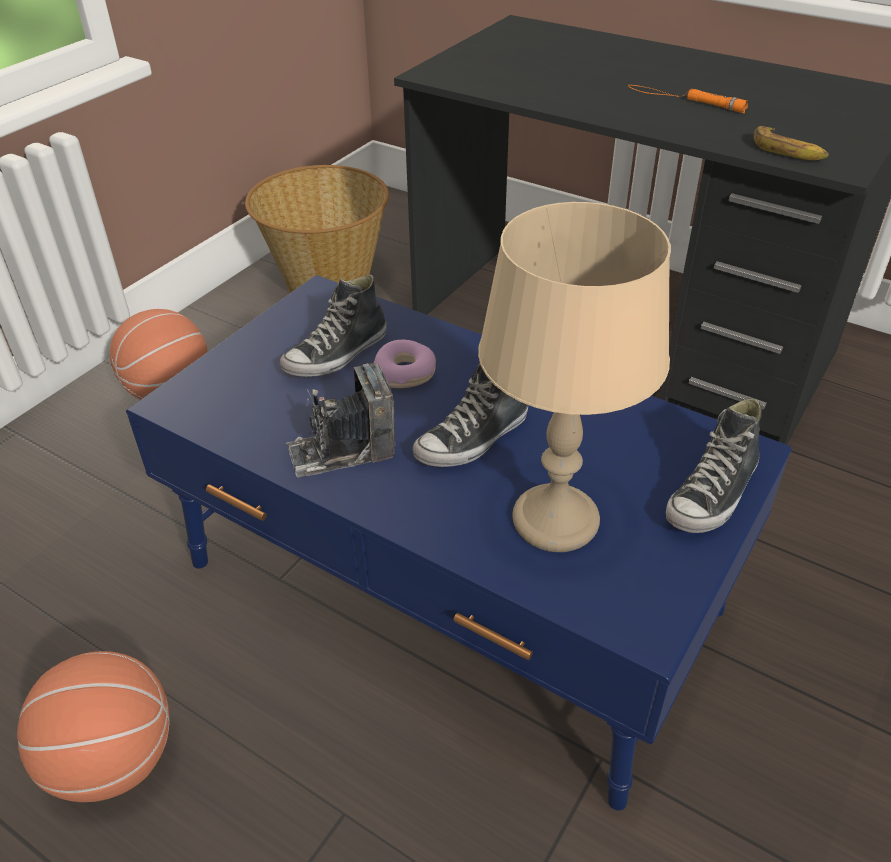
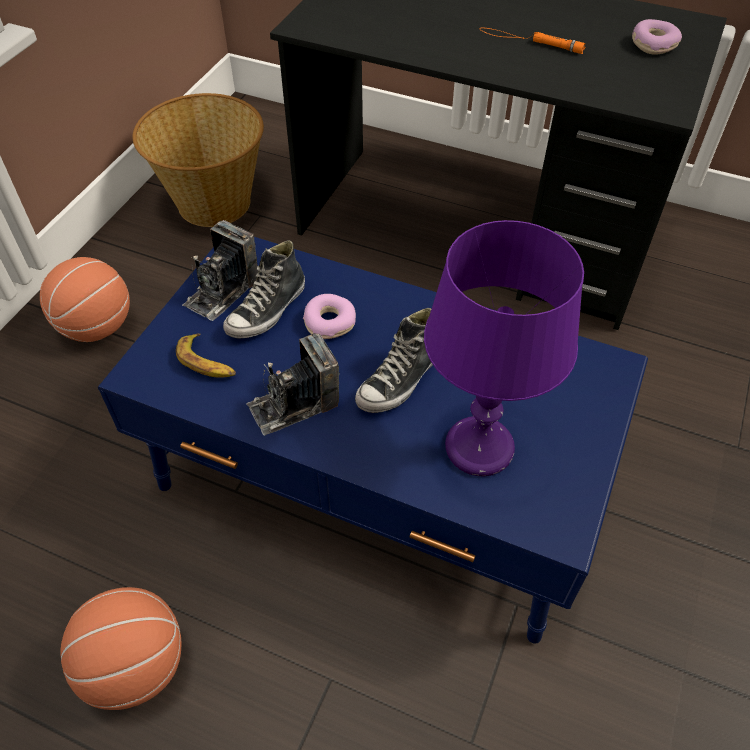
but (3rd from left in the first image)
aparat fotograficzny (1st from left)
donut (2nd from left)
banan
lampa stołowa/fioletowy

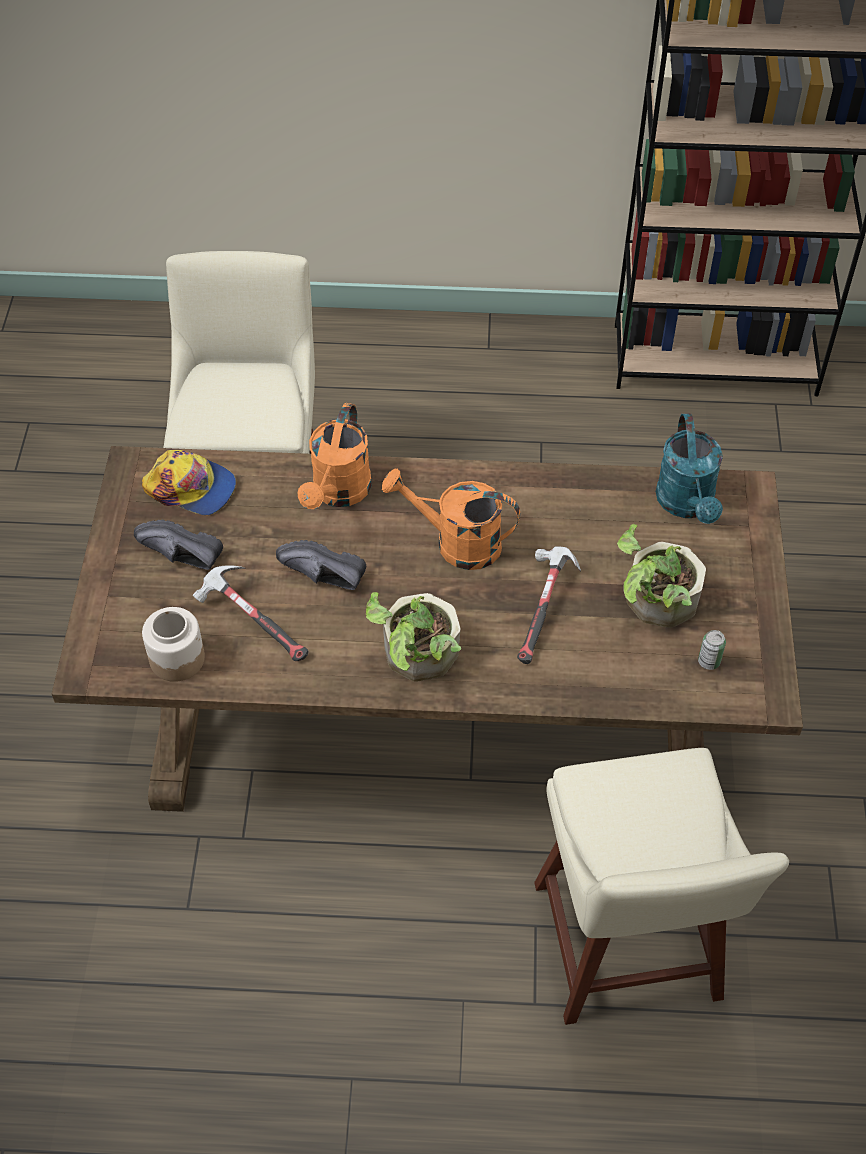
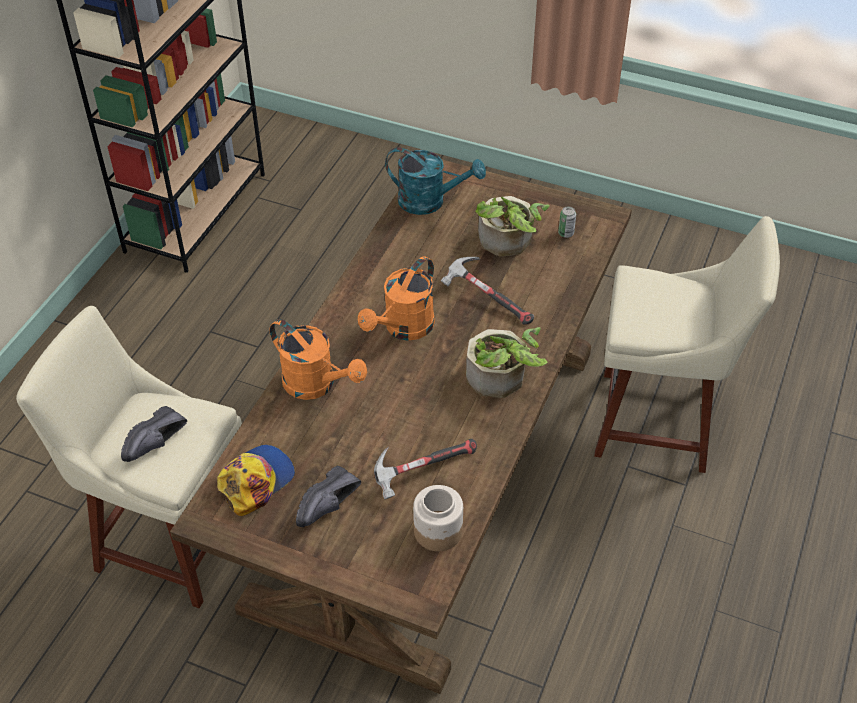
but/czarny (1st from left)

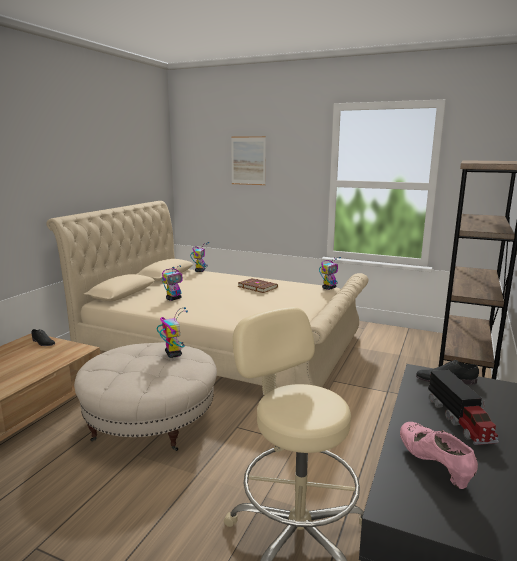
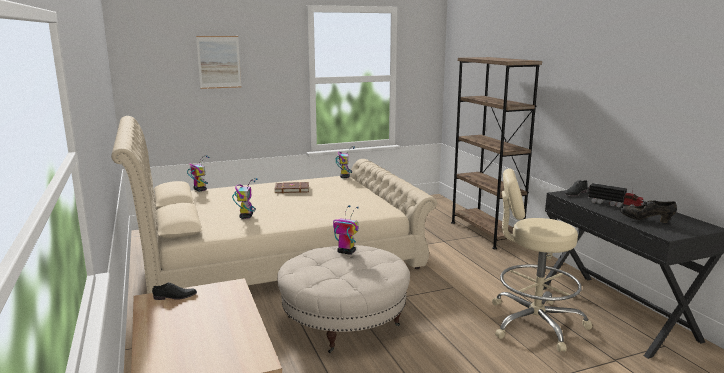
but/czarny (3rd from left)

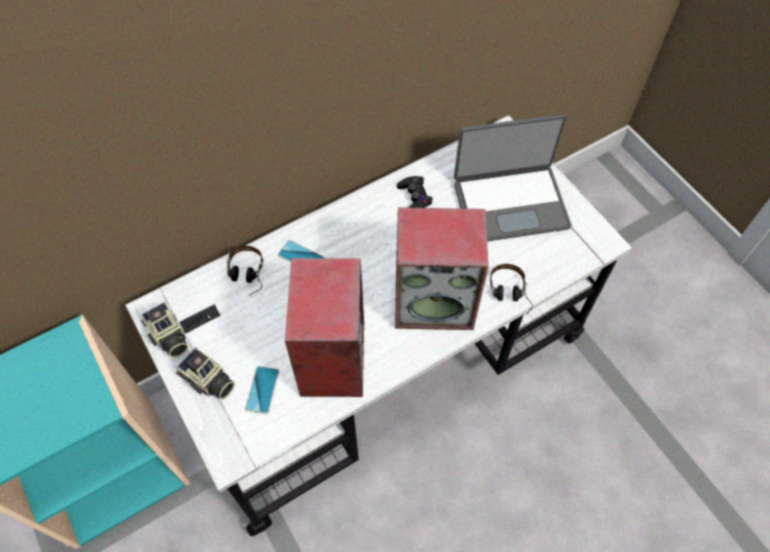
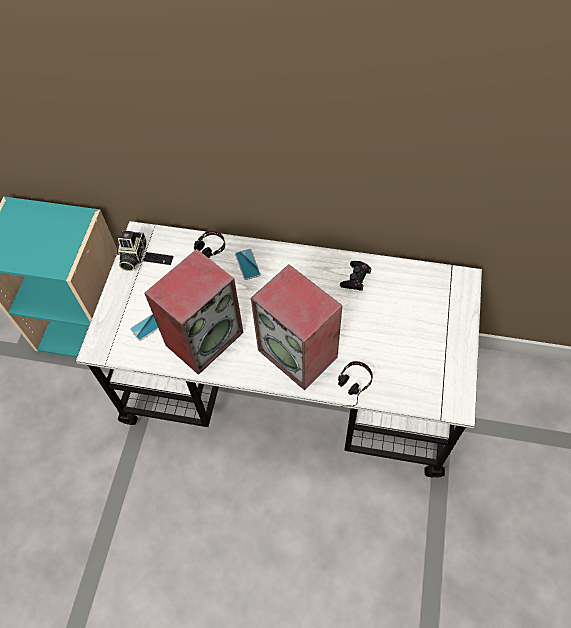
aparat fotograficzny (2nd from left in the first image)
laptop

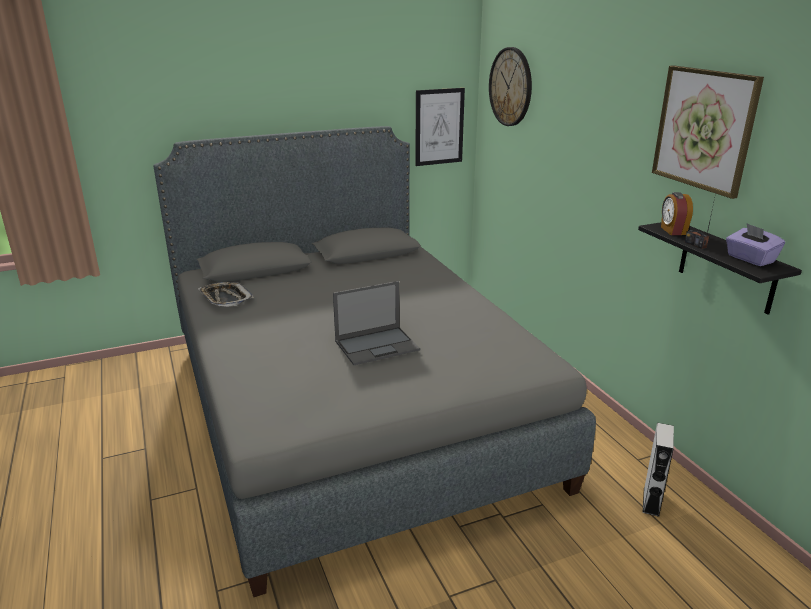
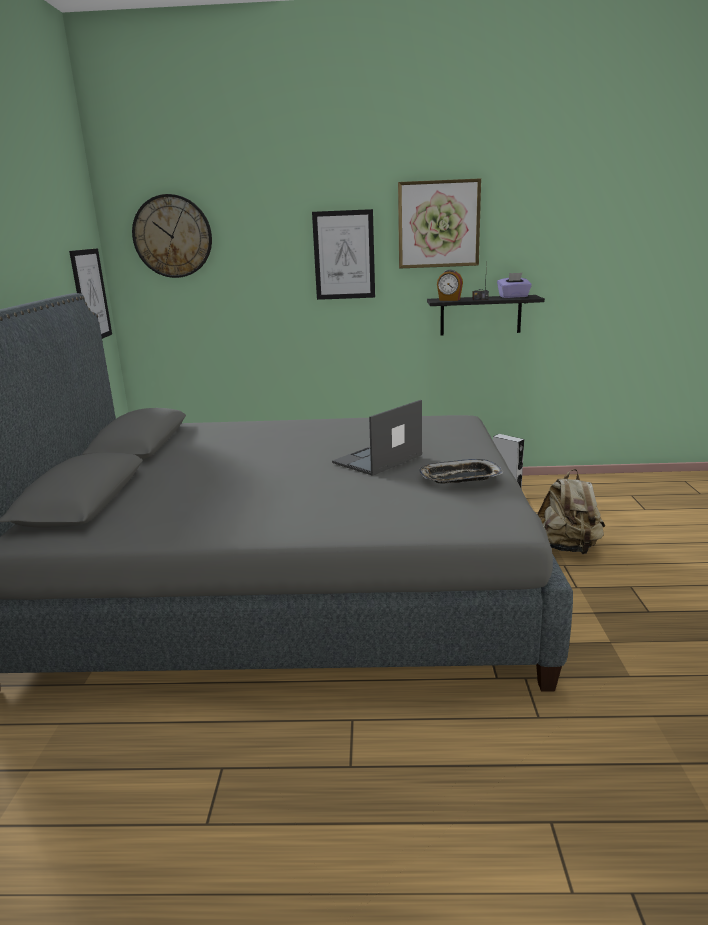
obraz (2nd from left)
plecak/beżowy
taca
laptop

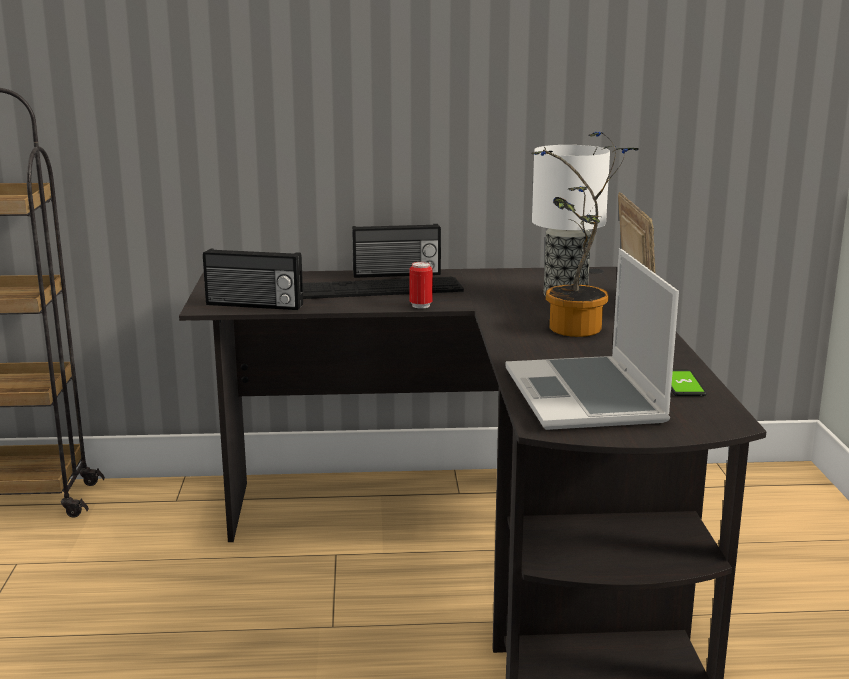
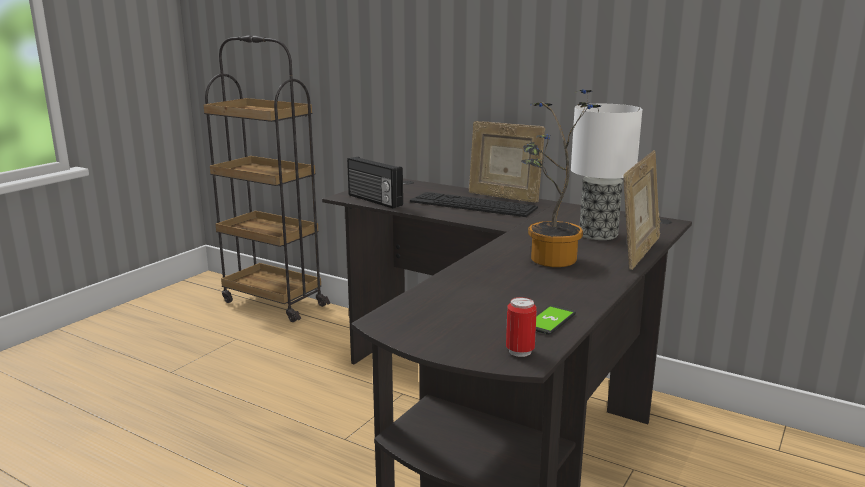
laptop
puszka
ramka na zdjęcie (1st from left)

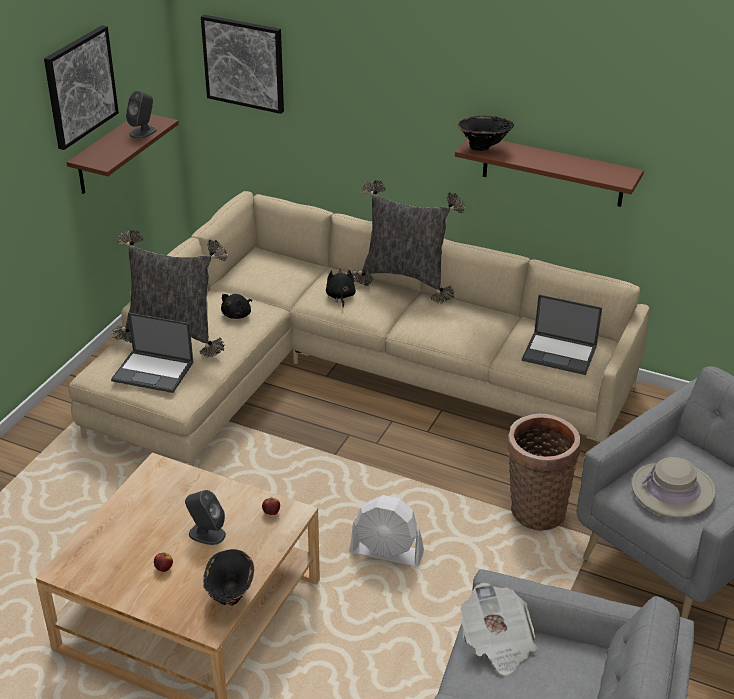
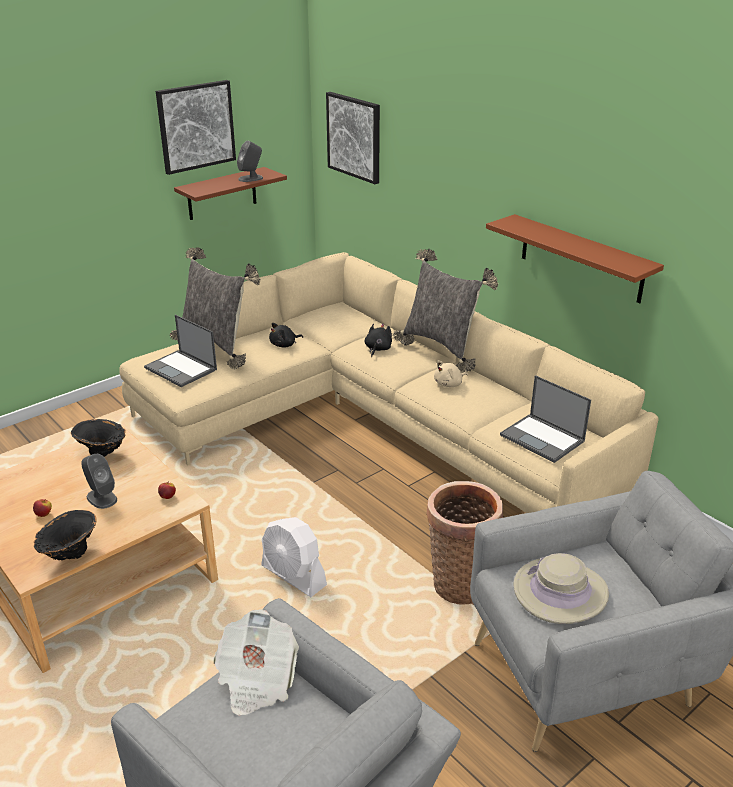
pluszak/beżowy
wazon/czarny (2nd from left)

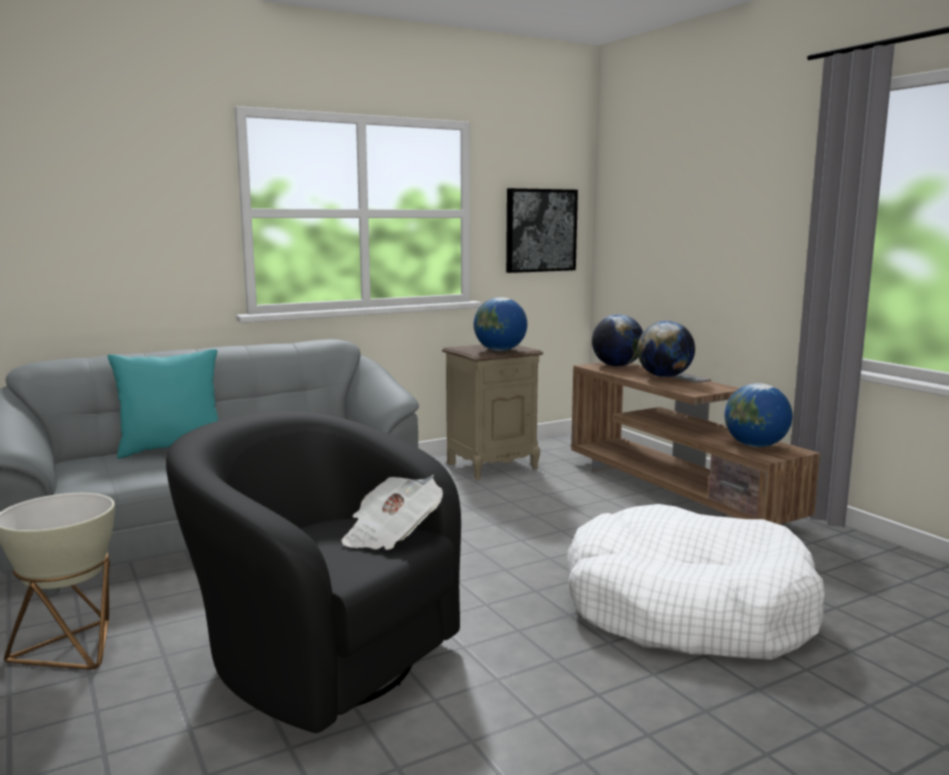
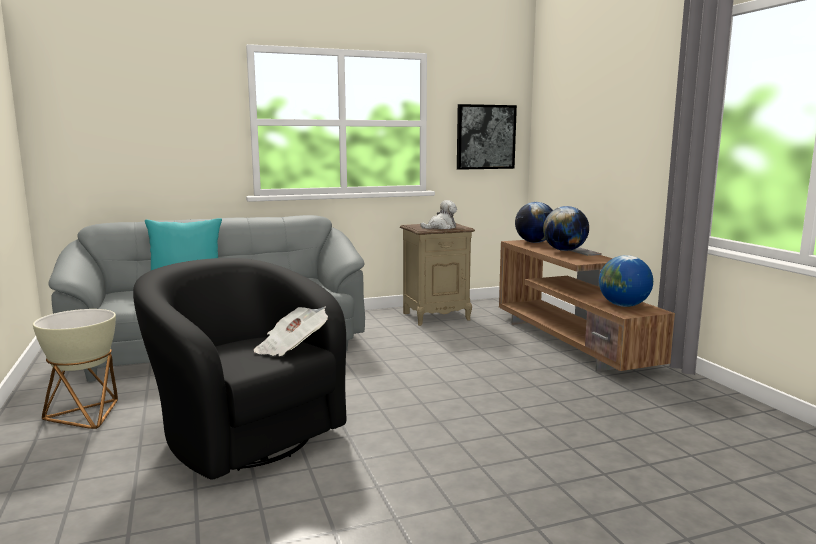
legowisko/biały
pluszak

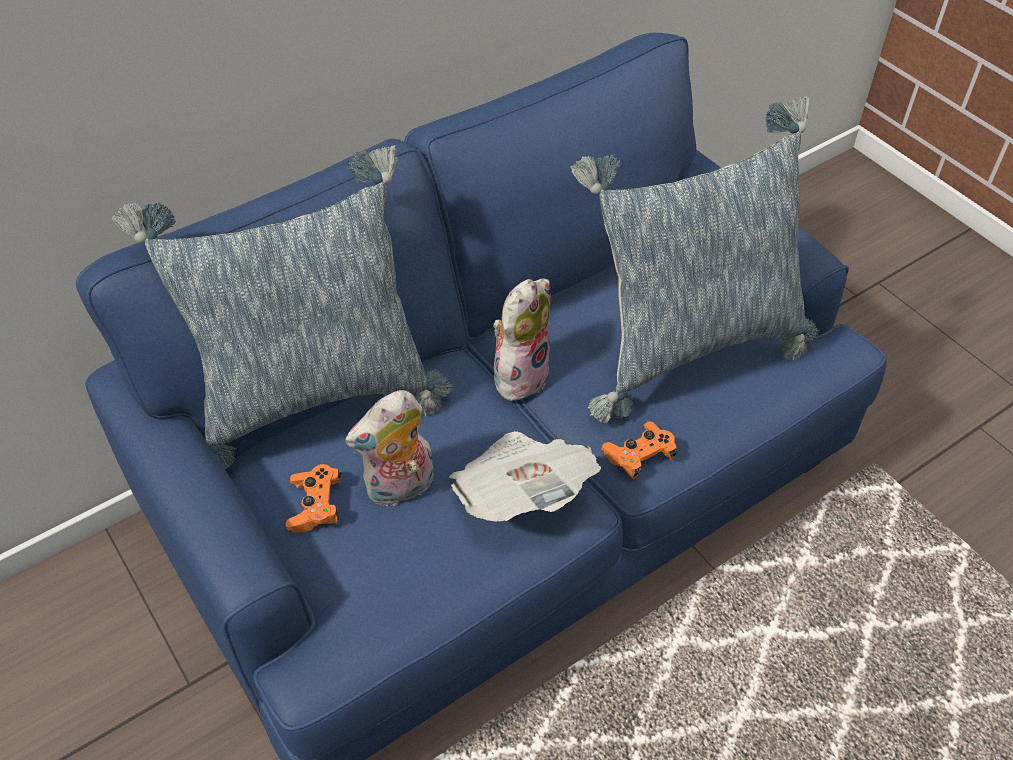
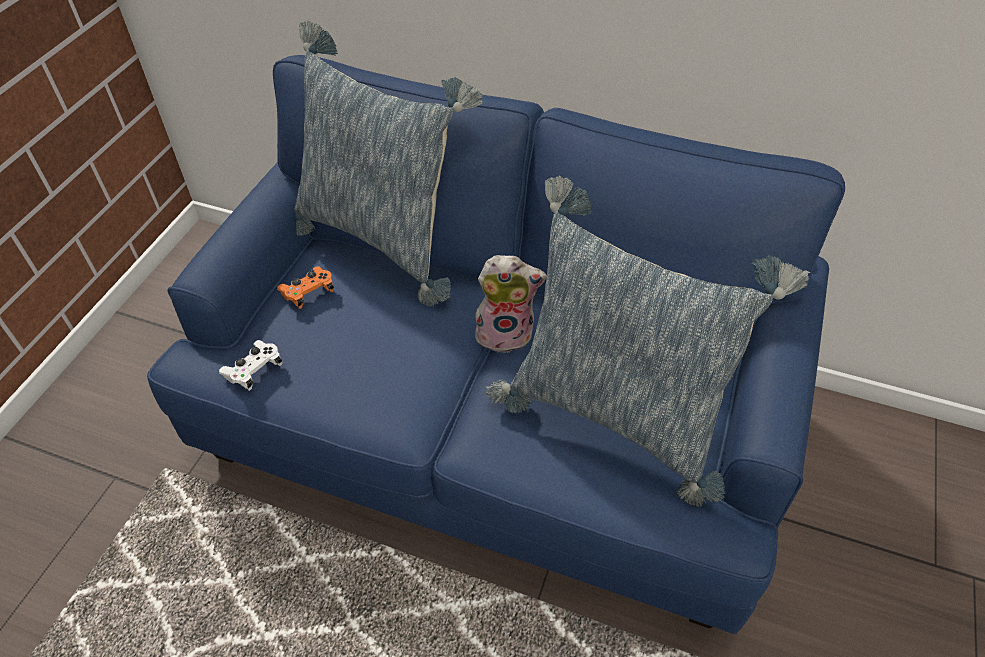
pluszak (1st from left in the first image)
gazeta
pad do gier/pomarańczowy (2nd from left in the first image)
pad do gier/biały

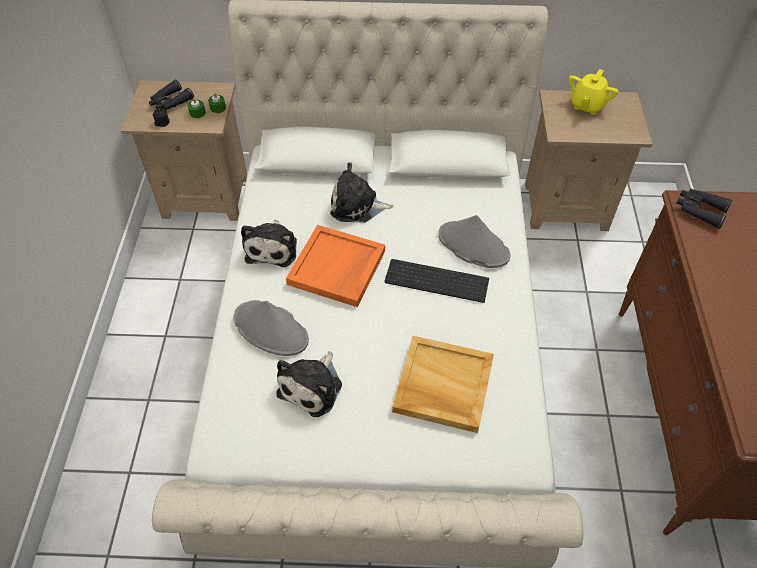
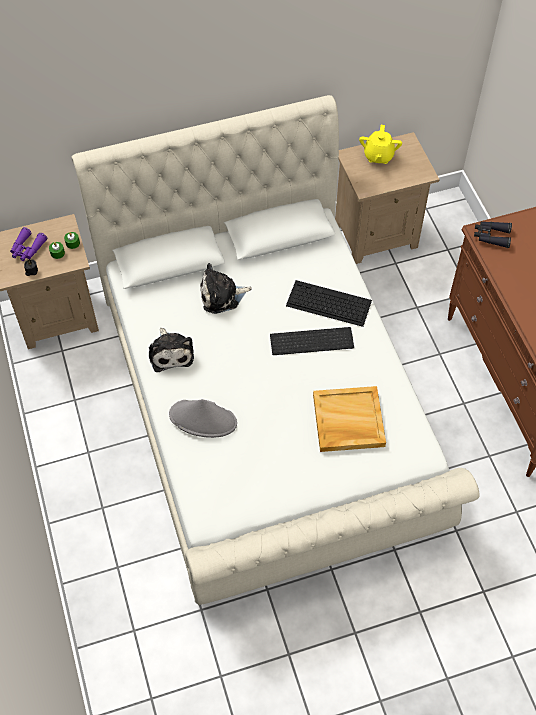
pluszak (2nd from left in the first image)
taca/pomarańczowy
klawiatura (2nd from left)
lornetka/fioletowy

